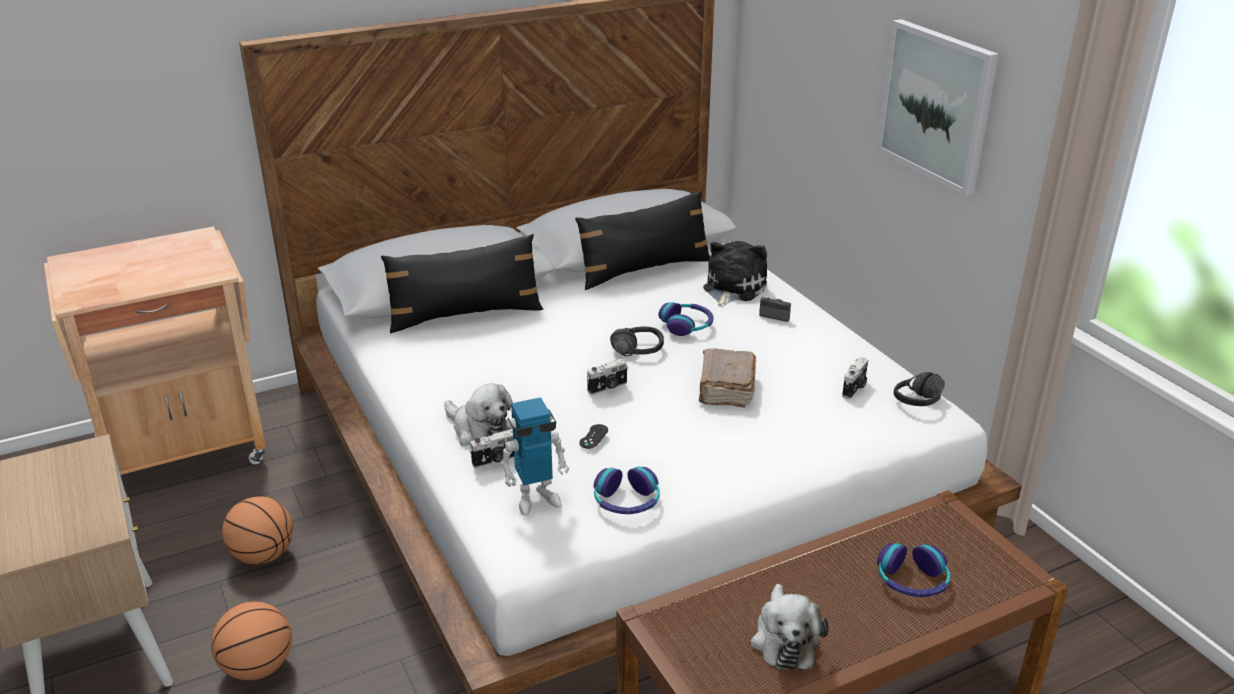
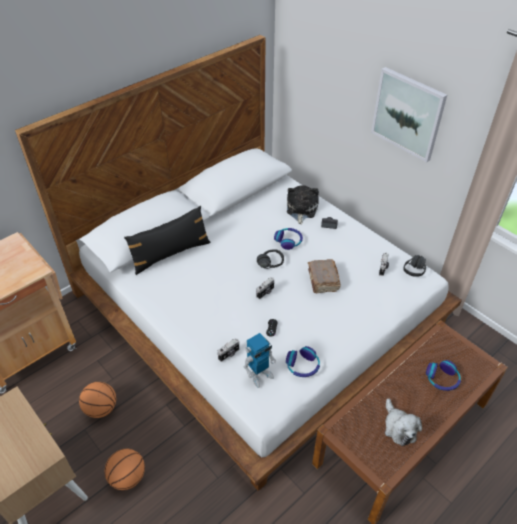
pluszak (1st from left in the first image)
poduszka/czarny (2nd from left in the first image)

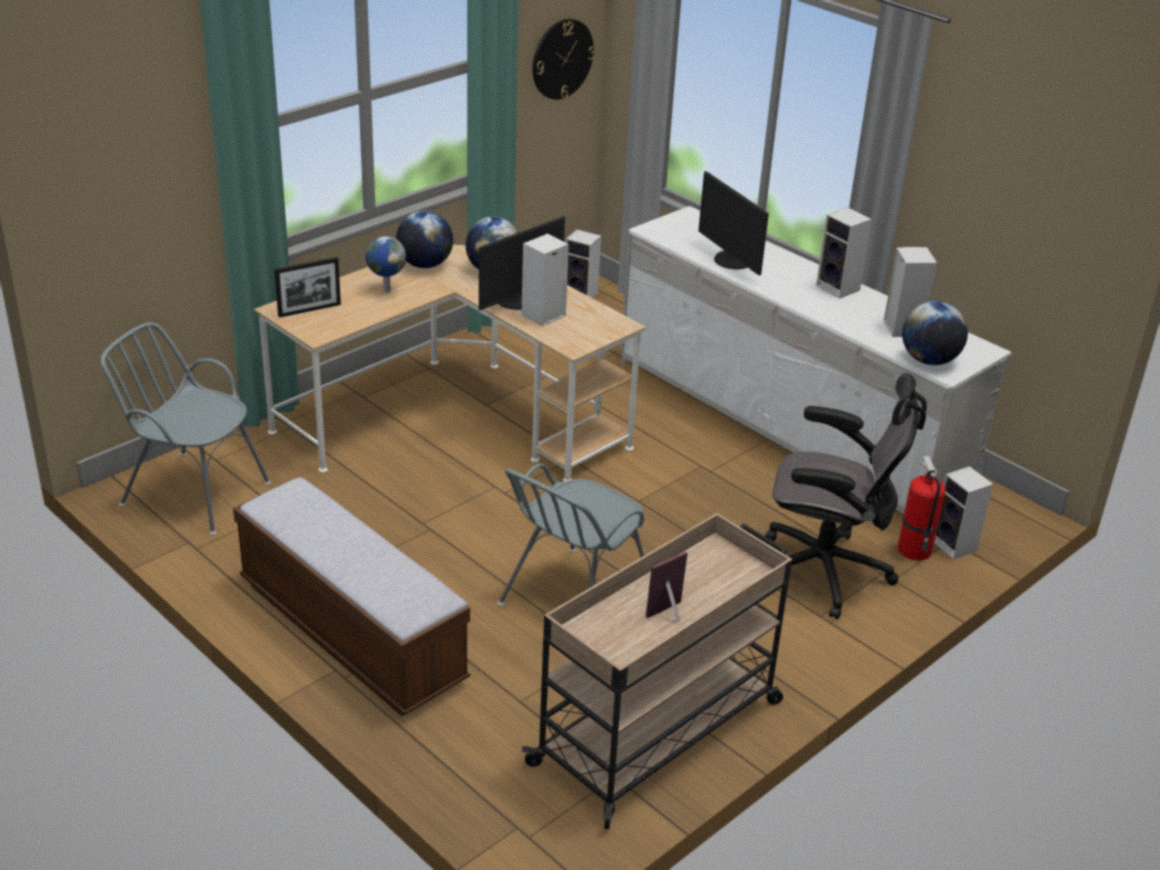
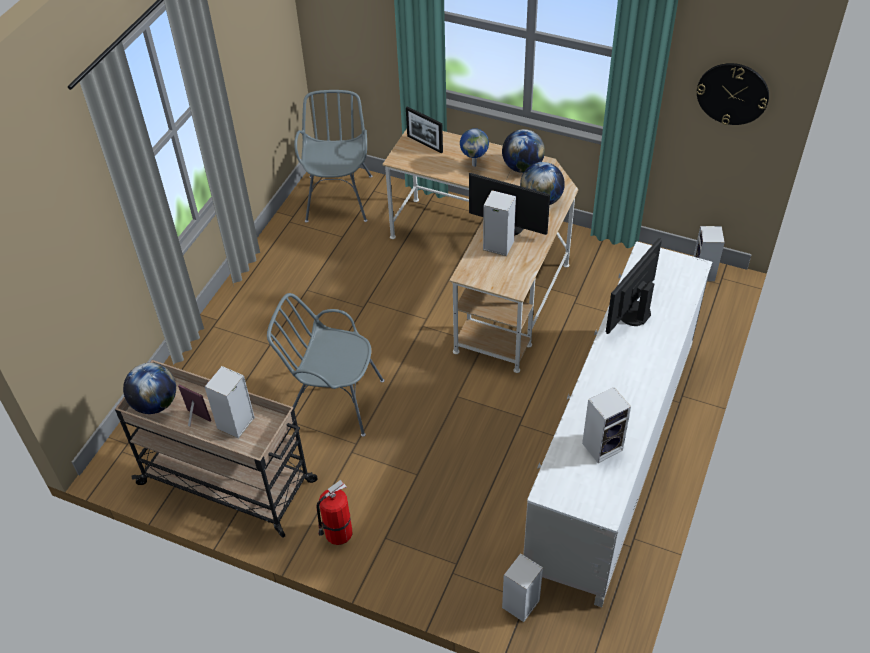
ławka
krzesło biurowe
głośnik (1st from left)
gaśnica
globus (1st from left)

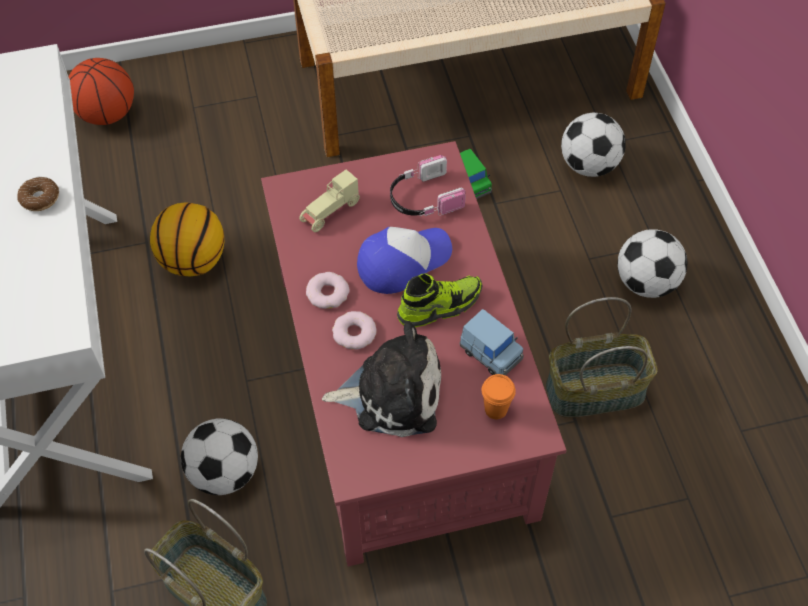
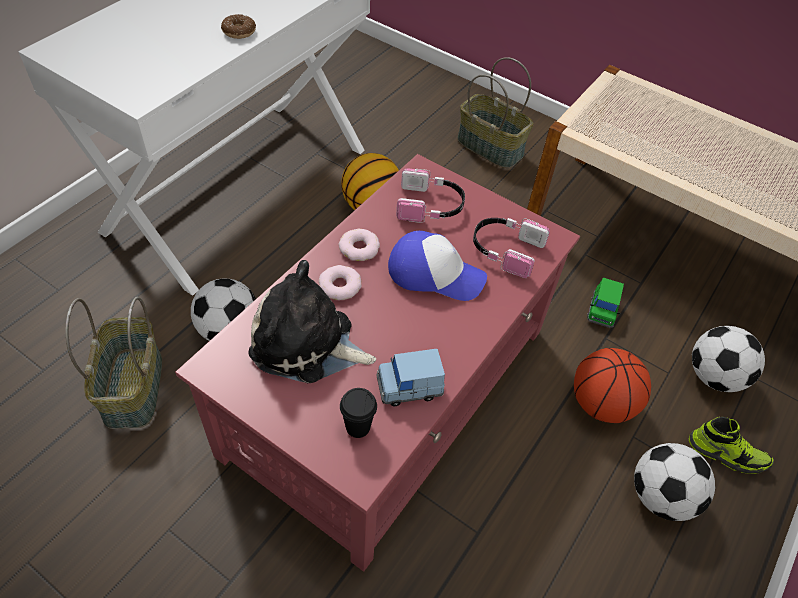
piłka do koszykówki (2nd from left)
but
koszyk (2nd from left)
słuchawki (1st from left)
filiżanka/czarny
pluszak
samochodzik/niebieski

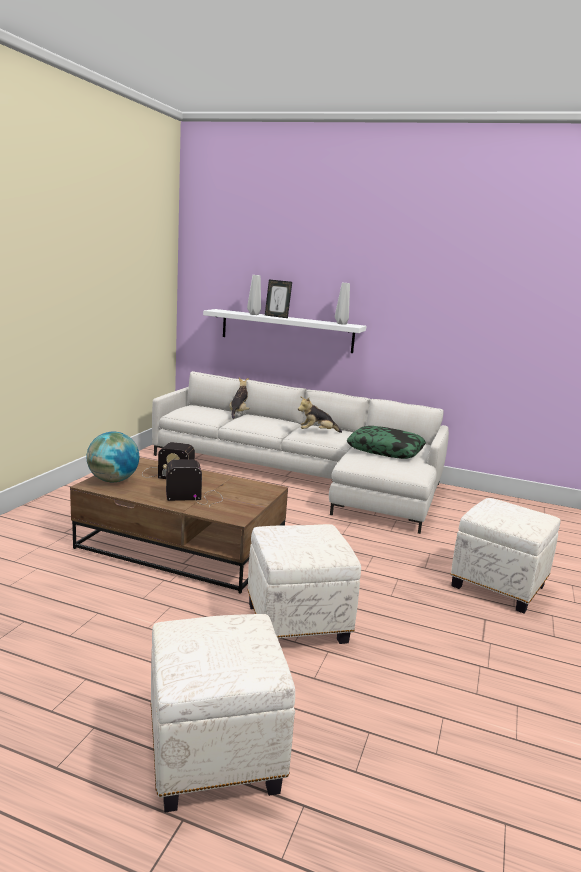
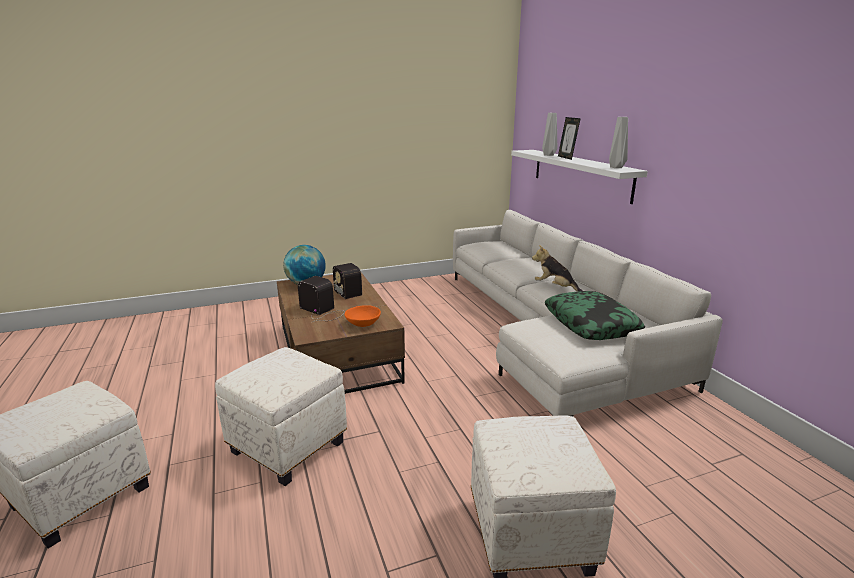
pluszak (1st from left in the first image)
miska/pomarańczowy

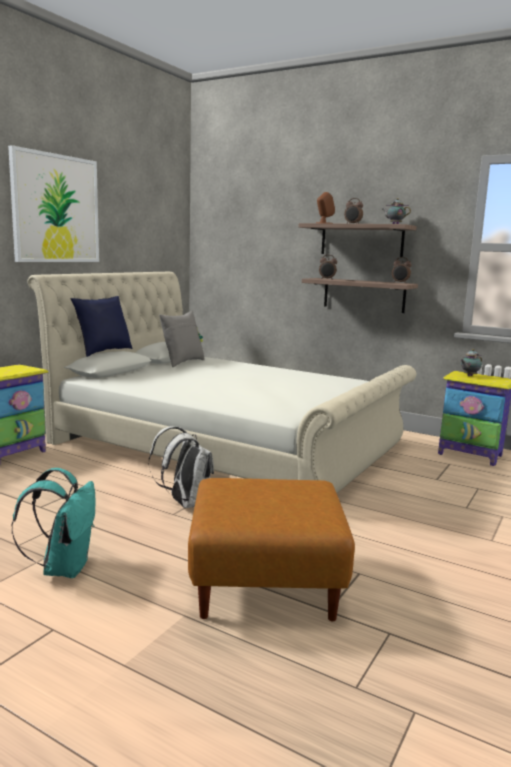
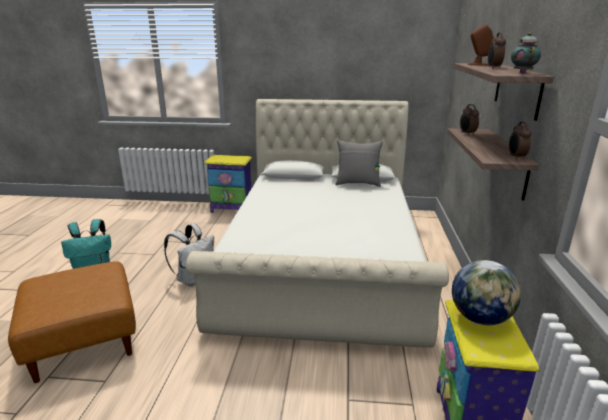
obraz
poduszka/niebieski
globus

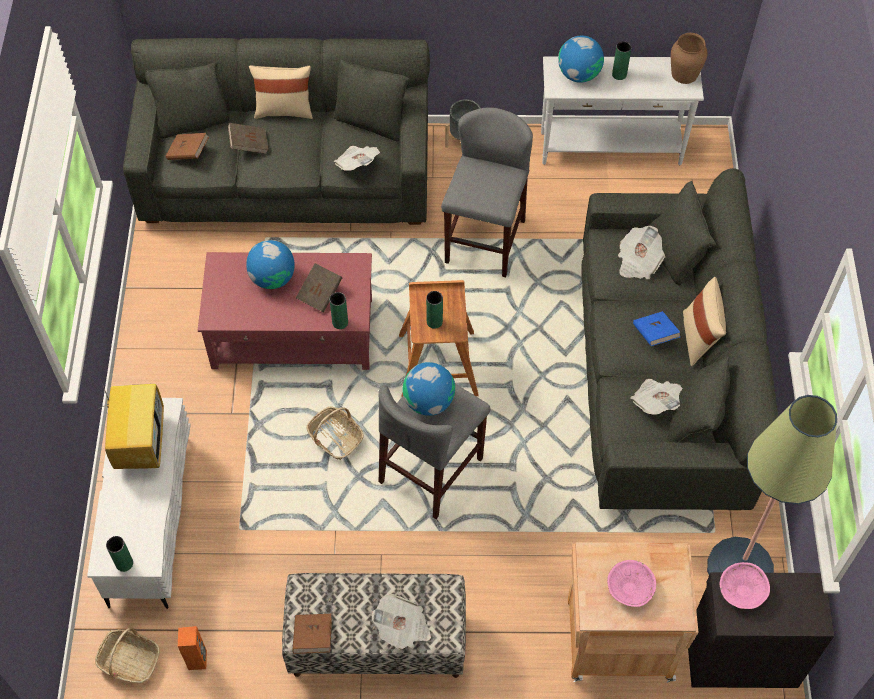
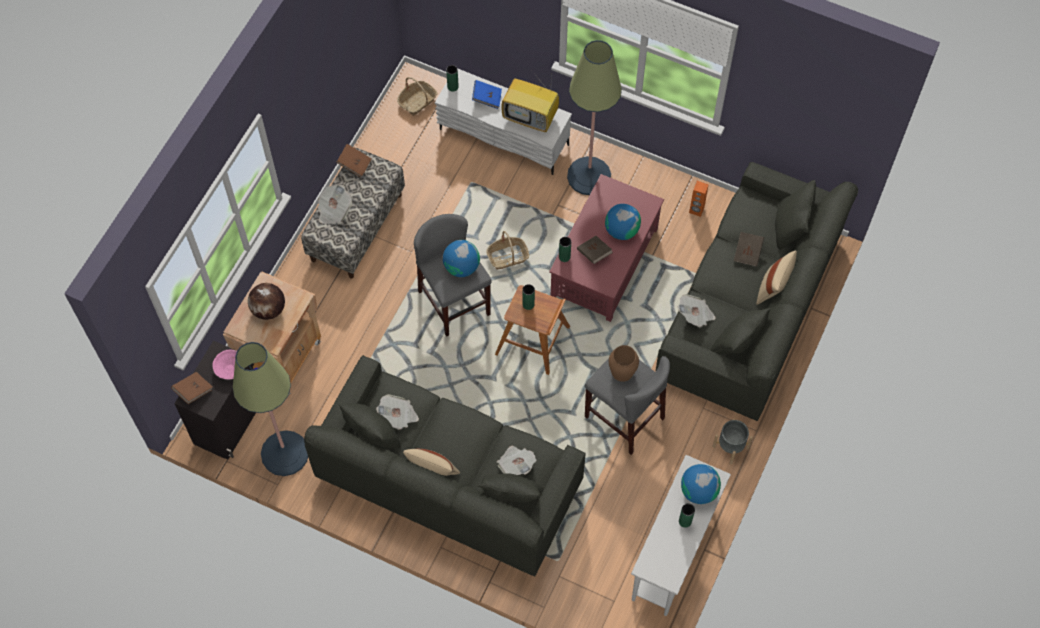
lampa stojąca (2nd from left)
książka/brązowy (1st from left)
głośnik/pomarańczowy
książka/niebieski
wazon/brązowy
globus (1st from left)

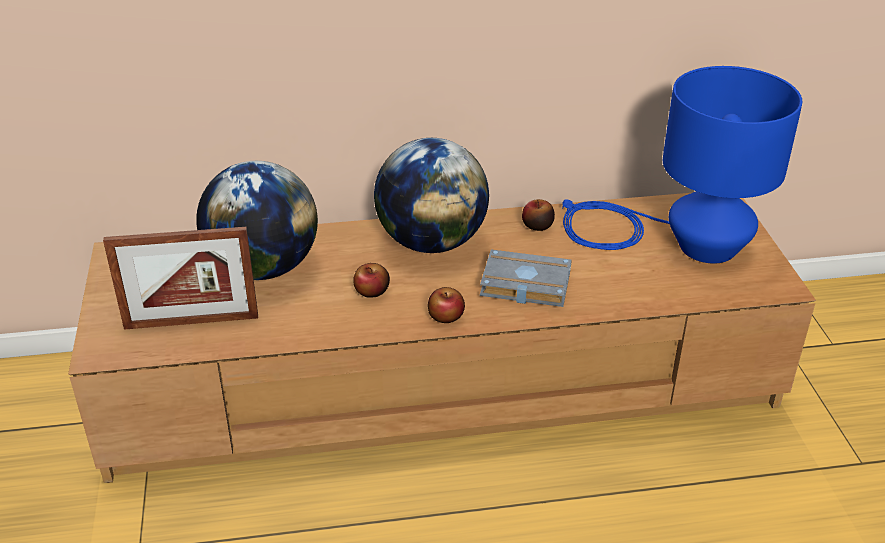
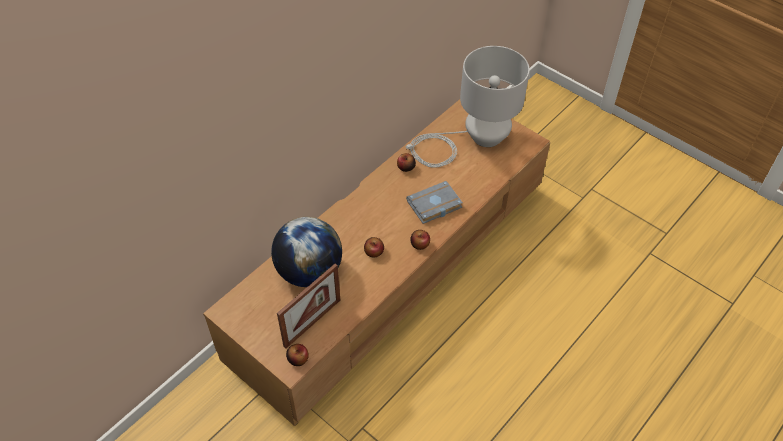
globus (2nd from left in the first image)
jabłko (1st from left)
lampa stołowa/szary

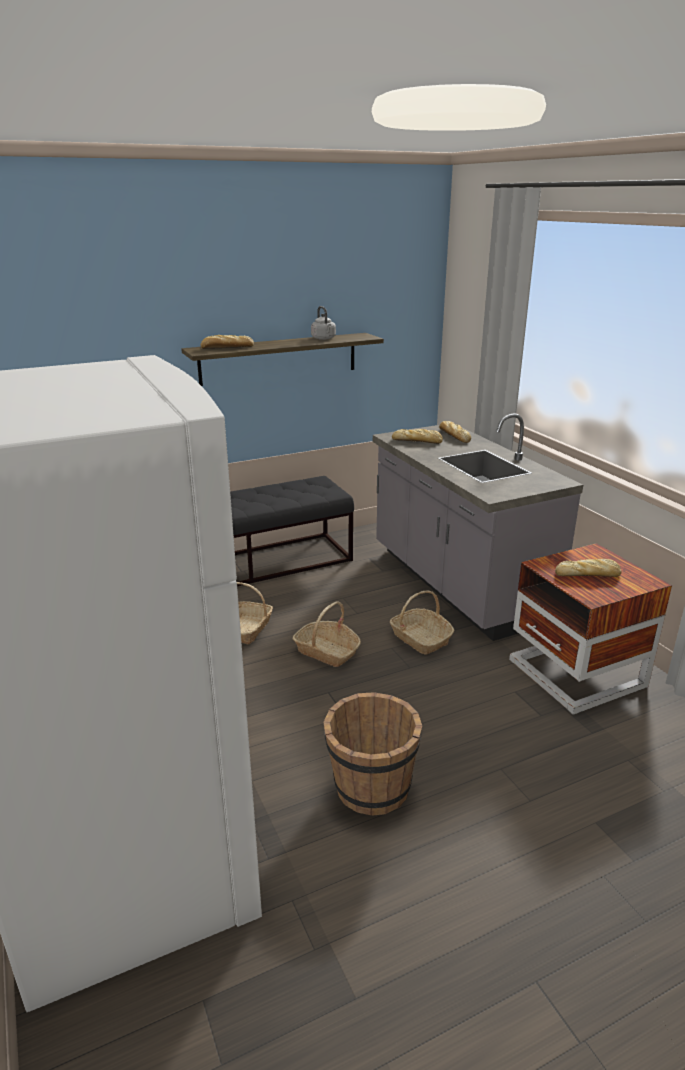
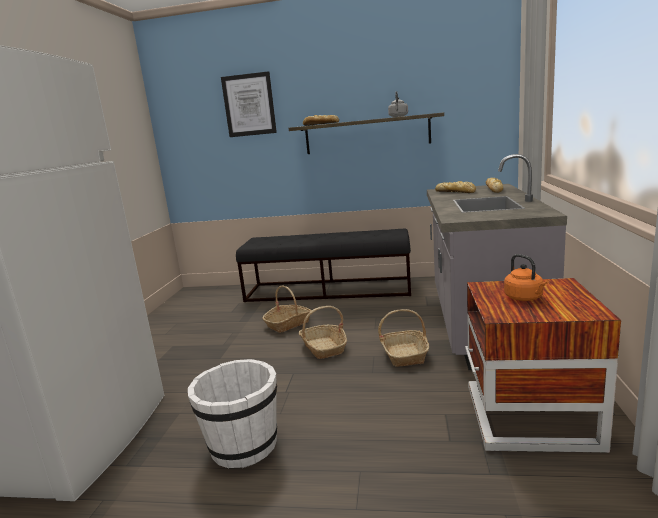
obraz
czajnik/pomarańczowy
wiadro/biały

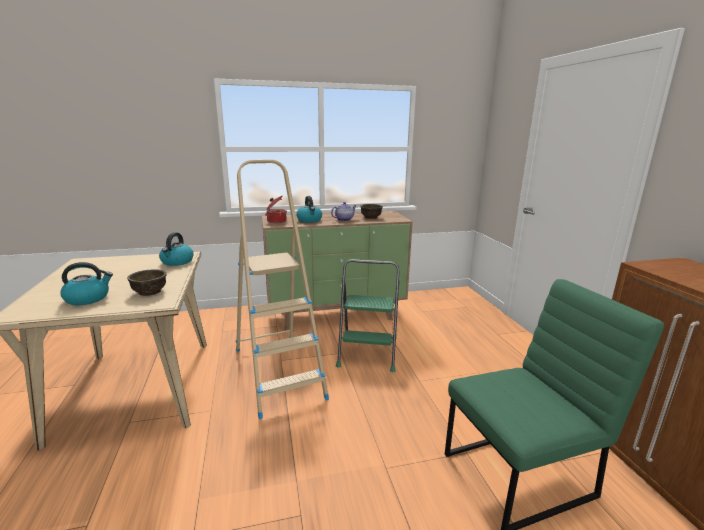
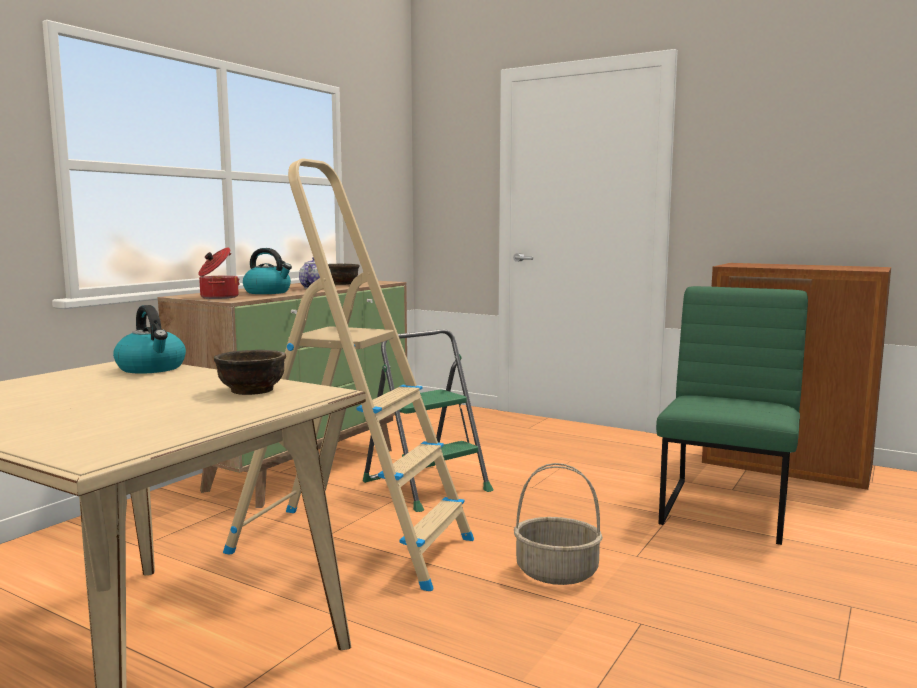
czajnik (1st from left in the first image)
koszyk

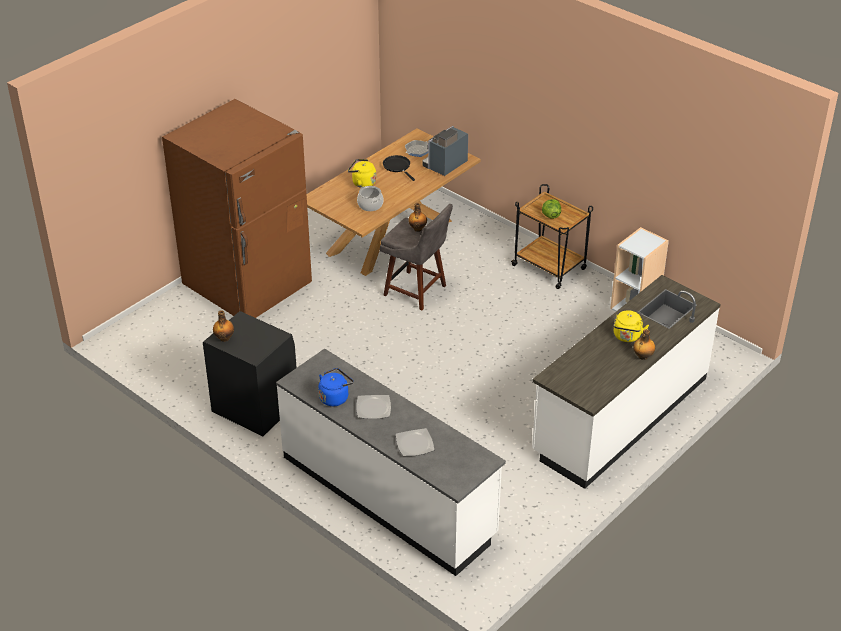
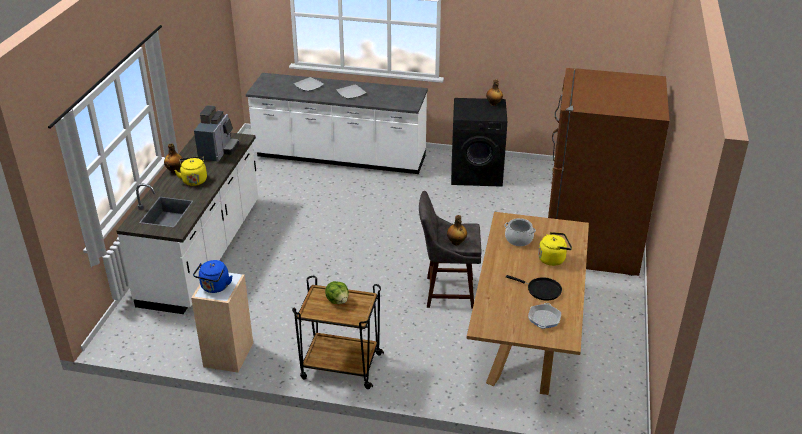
czajnik/niebieski
ekspres do kawy

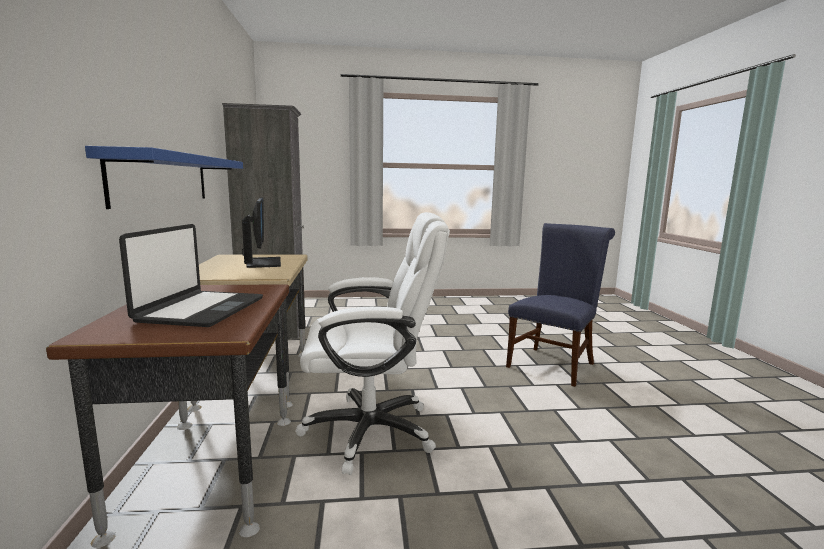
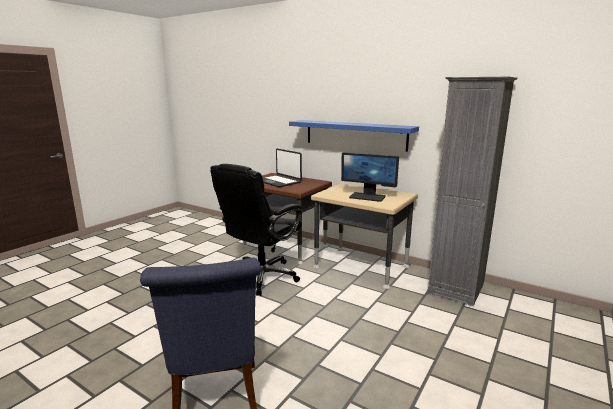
krzesło biurowe/czarny

